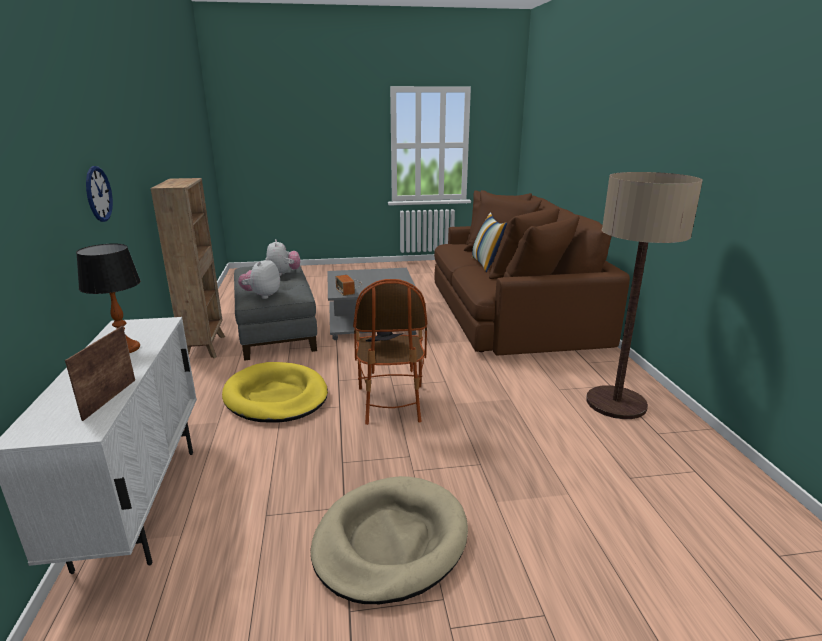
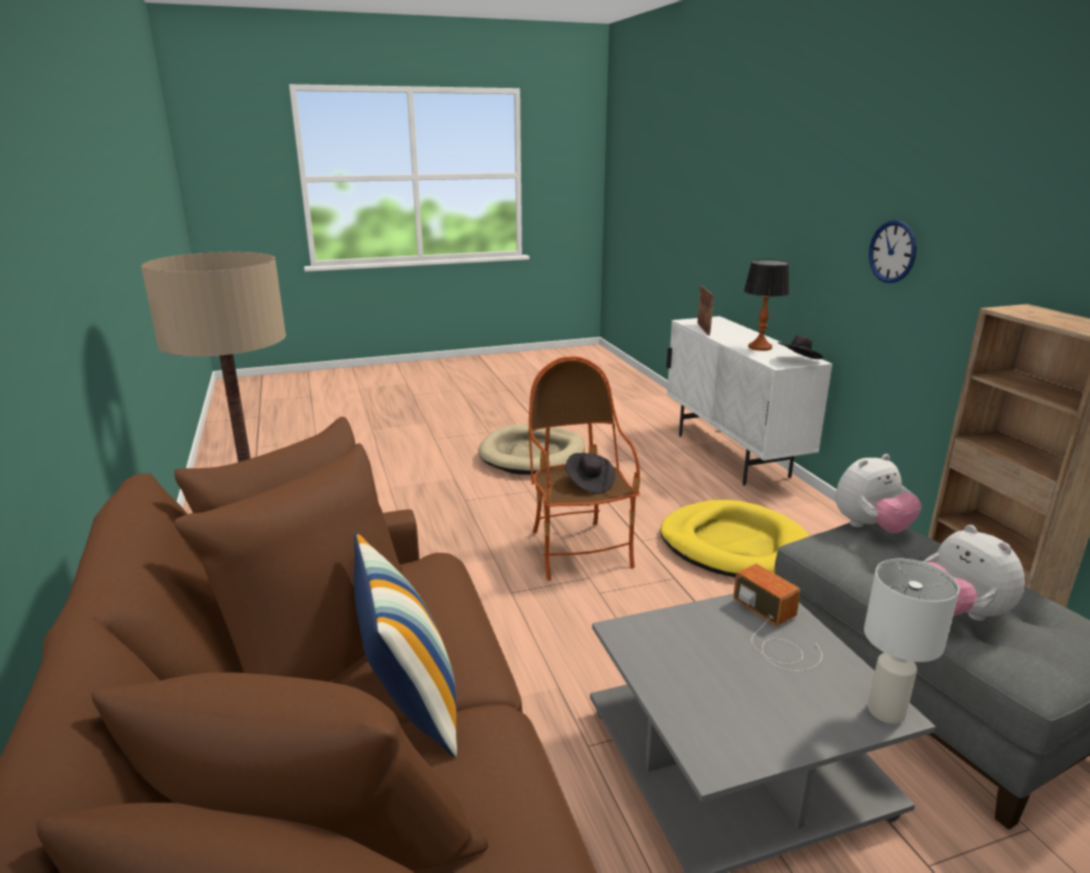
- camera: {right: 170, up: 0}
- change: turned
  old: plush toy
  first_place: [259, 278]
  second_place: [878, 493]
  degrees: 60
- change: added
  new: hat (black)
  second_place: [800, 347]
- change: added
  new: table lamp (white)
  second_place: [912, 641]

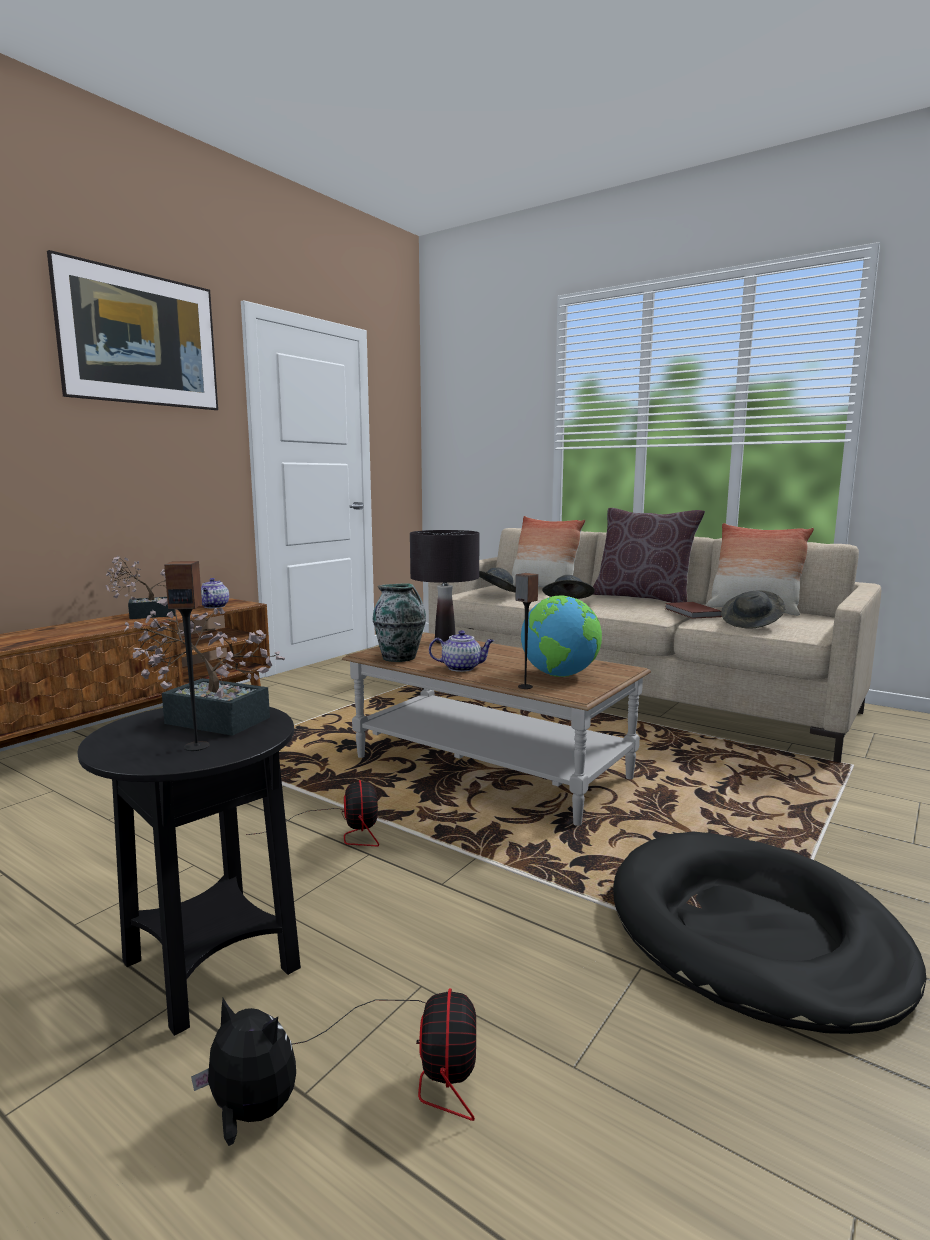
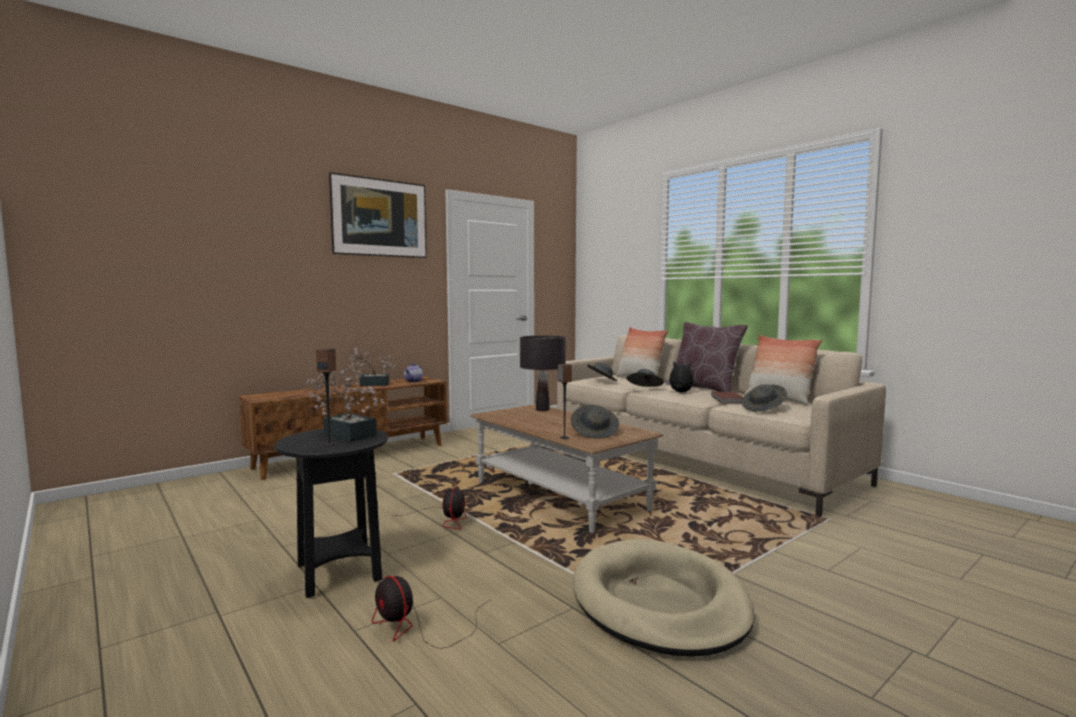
- camera: {right: 15, up: -5}
- change: moved
  old: plush toy
  first_place: [243, 1072]
  second_place: [679, 377]
- change: turned
  old: fan
  first_place: [384, 1054]
  second_place: [431, 612]
  degrees: 120
- change: removed
  old: vase
  first_place: [399, 622]
- change: removed
  old: teapot
  first_place: [461, 651]
- change: replaced
  old: globe
  new: hat (grey)
  first_place: [561, 636]
  second_place: [595, 421]
- change: recoloured
  old: dog bed (black)
  new: dog bed (beige)
  first_place: [769, 933]
  second_place: [664, 598]

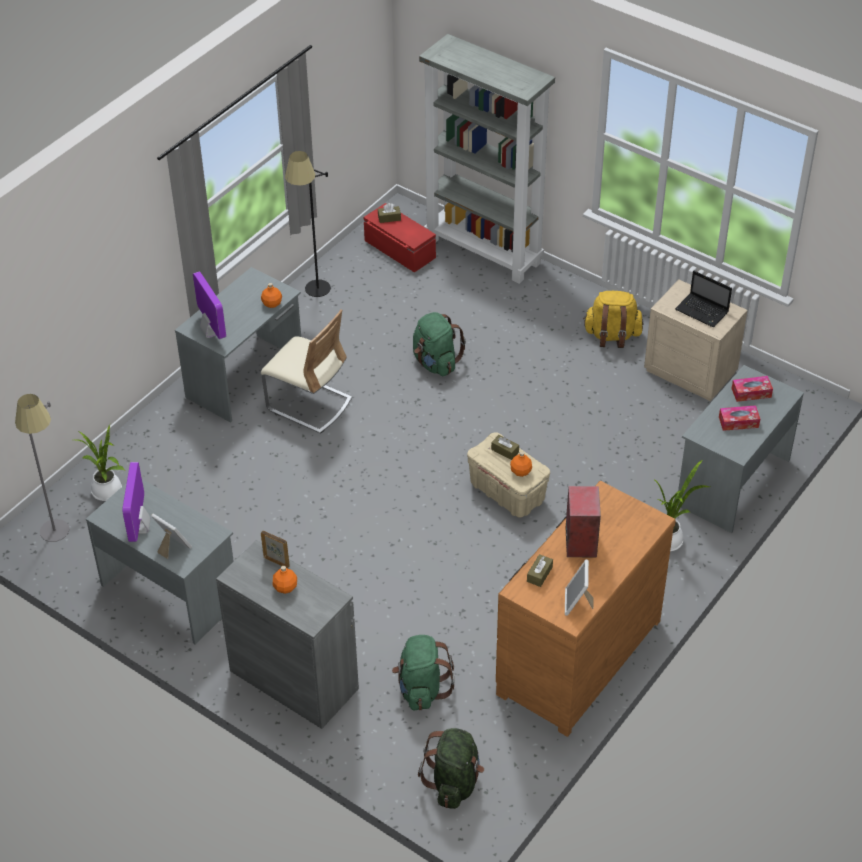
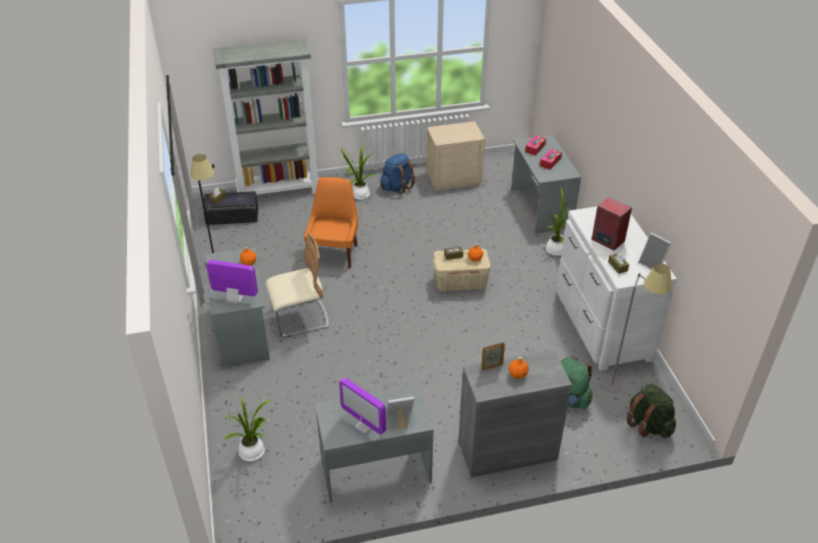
- camera: {right: -50, up: -5}
- change: moved
  old: floor lamp (grey)
  first_place: [42, 468]
  second_place: [636, 328]
- change: recoloured
  old: storage box (red)
  new: storage box (black)
  first_place: [400, 238]
  second_place: [230, 208]
- change: replaced
  old: backpack (green)
  new: chair (orange)
  first_place: [439, 344]
  second_place: [331, 222]
- change: recoloured
  old: dresser (brown)
  new: dresser (white)
  first_place: [586, 609]
  second_place: [616, 289]
- change: recoloured
  old: backpack (yellow)
  new: backpack (blue)
  first_place: [613, 319]
  second_place: [397, 173]
- change: removed
  old: laptop
  first_place: [703, 299]
- change: added
  new: potted plant
  second_place: [358, 172]

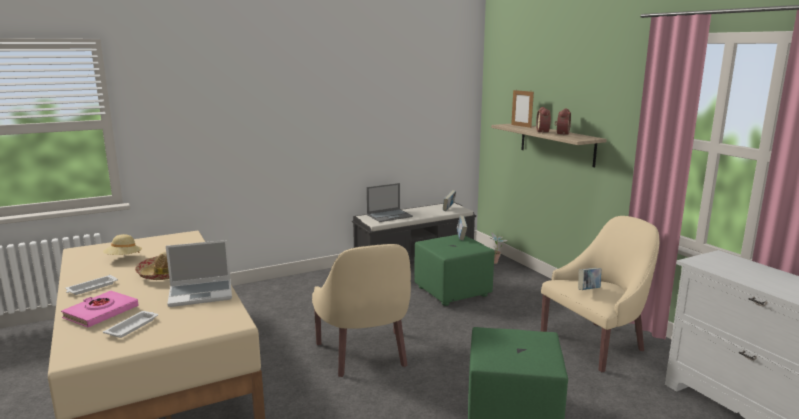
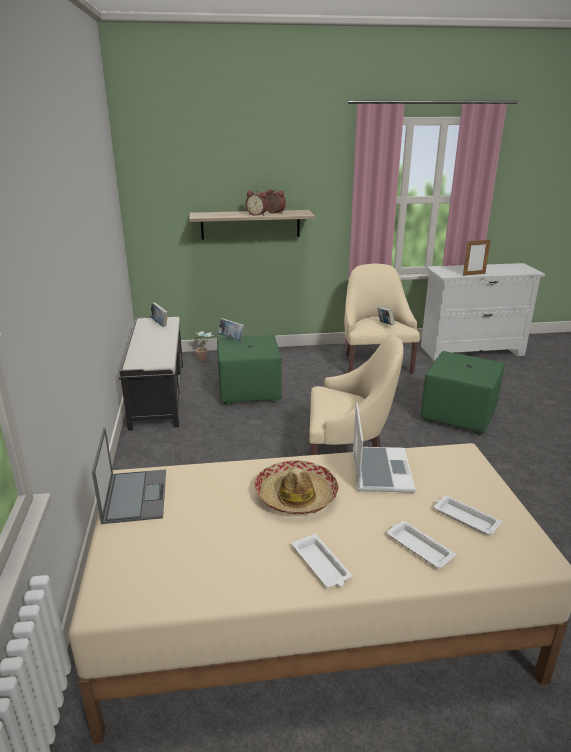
- camera: {right: -70, up: 10}
- change: replaced
  old: book (pink)
  new: tray (white)
  first_place: [100, 309]
  second_place: [421, 545]
- change: removed
  old: hat (beige)
  first_place: [122, 244]
- change: moved
  old: laptop
  first_place: [390, 202]
  second_place: [129, 476]
- change: moved
  old: picture frame
  first_place: [522, 109]
  second_place: [477, 257]

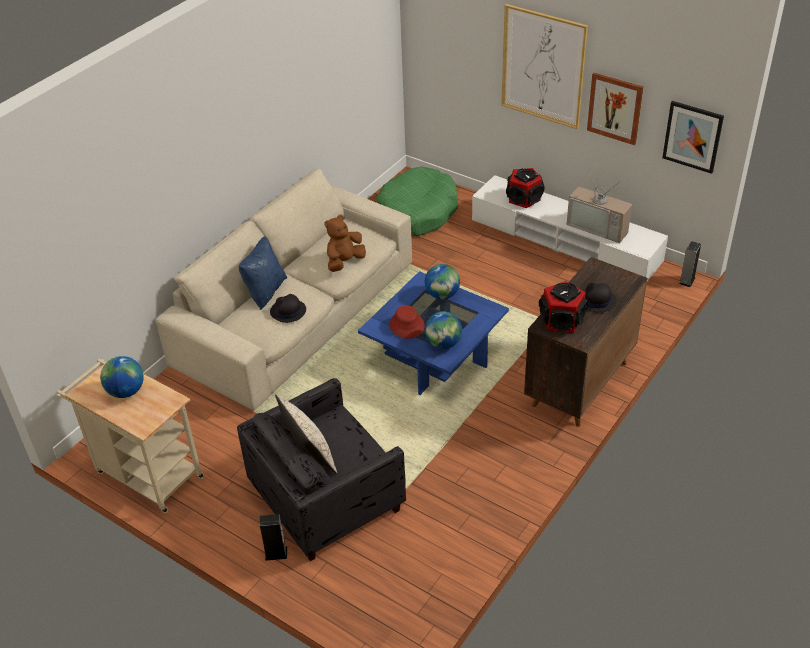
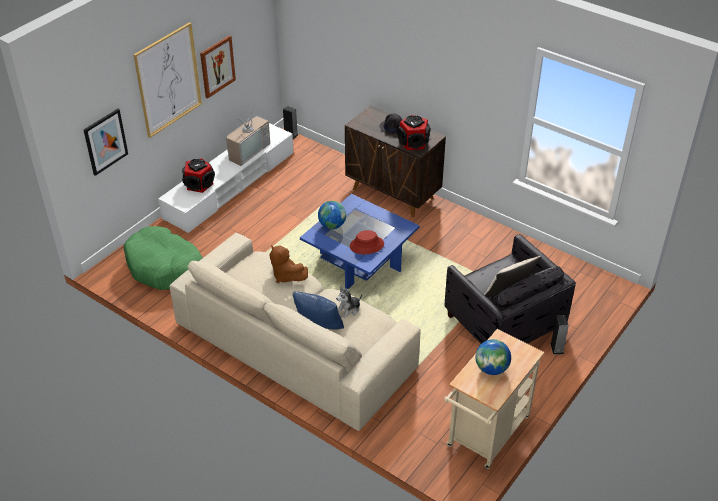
- camera: {right: -90, up: 0}
- change: replaced
  old: hat (black)
  new: plush toy
  first_place: [288, 308]
  second_place: [349, 302]
- change: removed
  old: globe
  first_place: [443, 330]
- change: moved
  old: picture
  first_place: [693, 137]
  second_place: [106, 142]

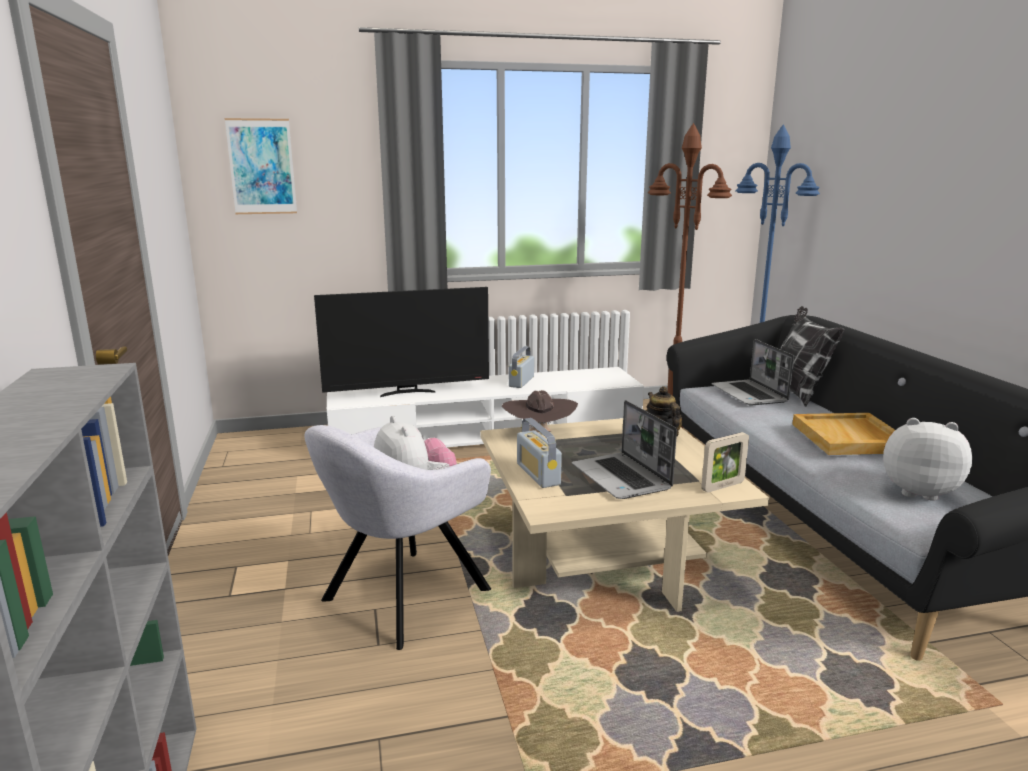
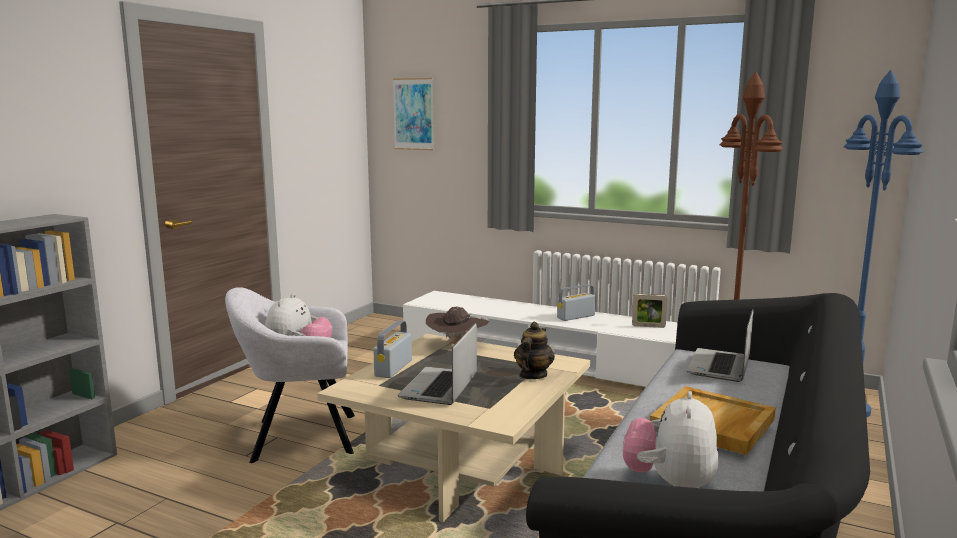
- camera: {right: 40, up: -5}
- change: removed
  old: television
  first_place: [401, 342]
- change: moved
  old: picture frame
  first_place: [725, 462]
  second_place: [649, 311]
- change: removed
  old: pillow
  first_place: [812, 356]
- change: turned
  old: plush toy
  first_place: [927, 459]
  second_place: [670, 439]
  degrees: -135

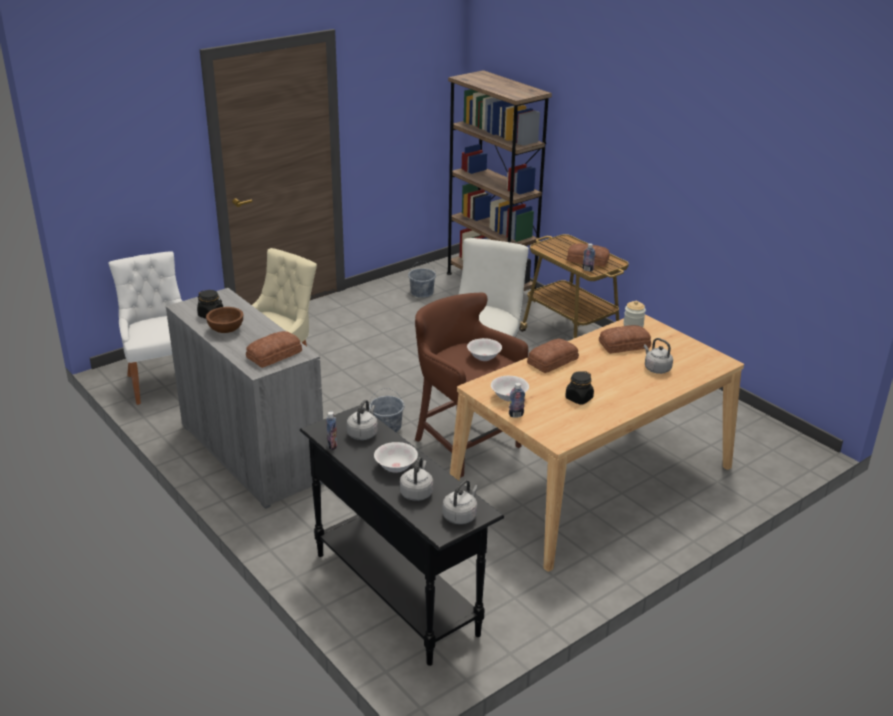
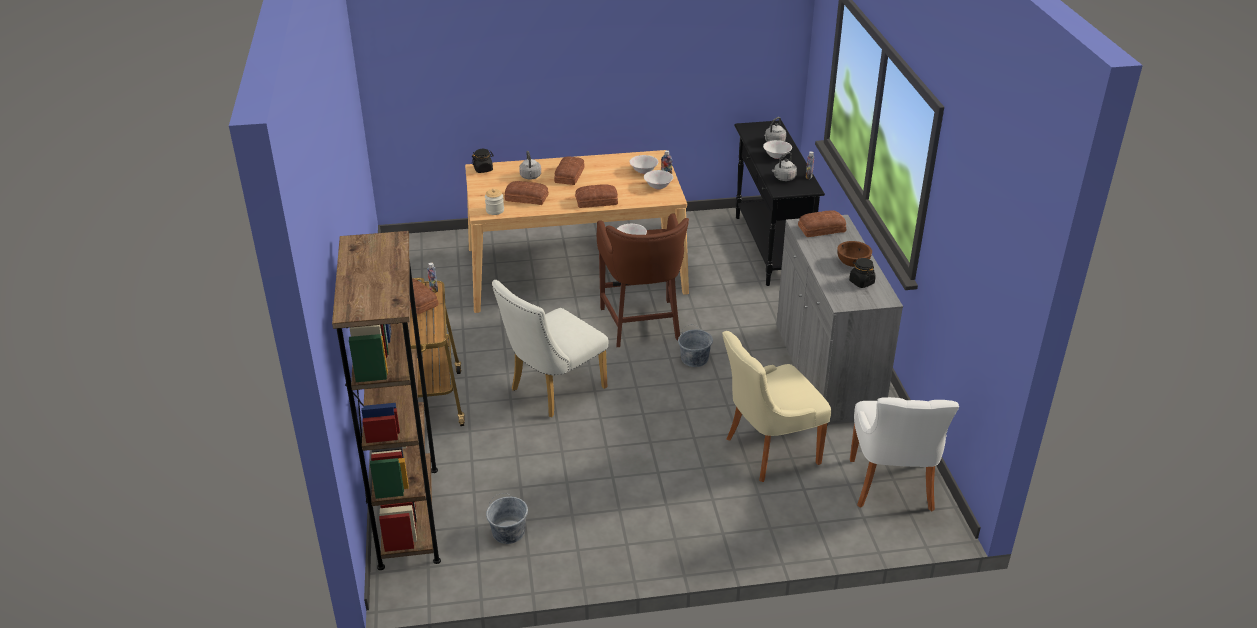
- camera: {right: -150, up: 5}
- change: removed
  old: kettle (grey)
  first_place: [460, 502]
- change: moved
  old: jar (black)
  first_place: [579, 388]
  second_place: [483, 161]
- change: added
  new: bread
  second_place: [569, 170]
- change: added
  new: bowl (white)
  second_place: [643, 164]

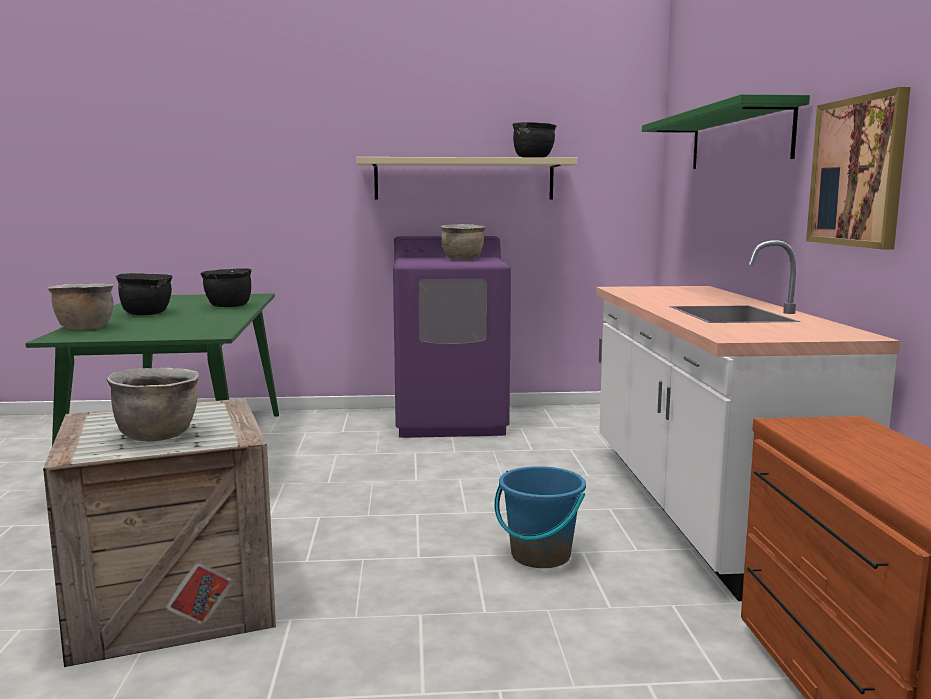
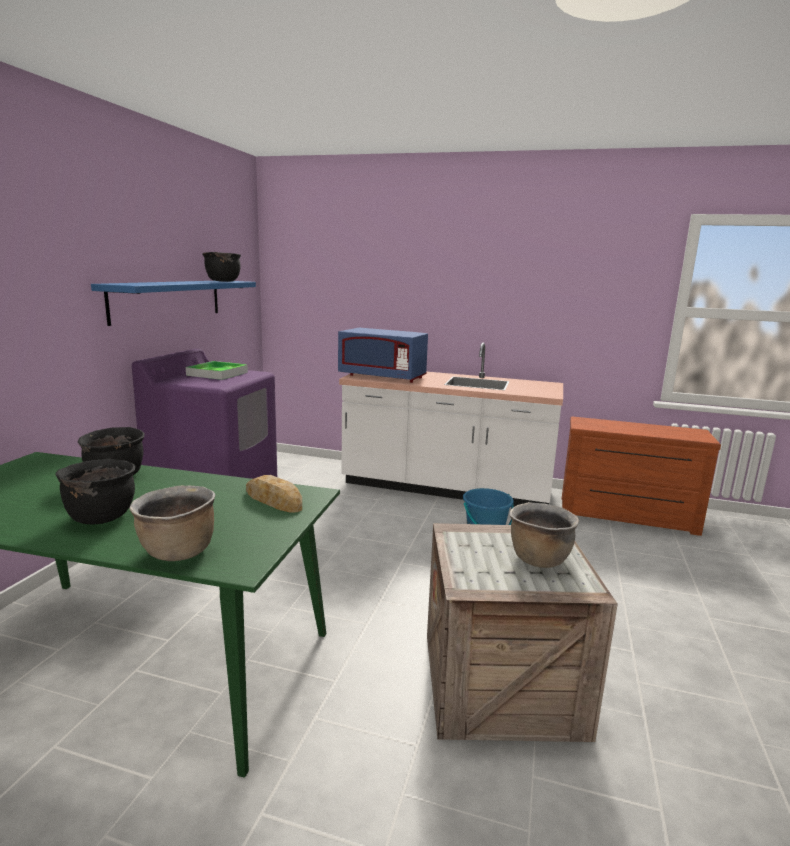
- camera: {right: -70, up: 5}
- change: recoloured
  old: shelf (beige)
  new: shelf (blue)
  first_place: [467, 178]
  second_place: [173, 303]
- change: replaced
  old: cooking pot (brown)
  new: tray
  first_place: [463, 242]
  second_place: [217, 370]
- change: removed
  old: shelf (green)
  first_place: [726, 131]
- change: removed
  old: picture
  first_place: [858, 168]
- change: added
  new: bread
  second_place: [274, 494]
- change: added
  new: microwave (blue)
  second_place: [383, 355]

